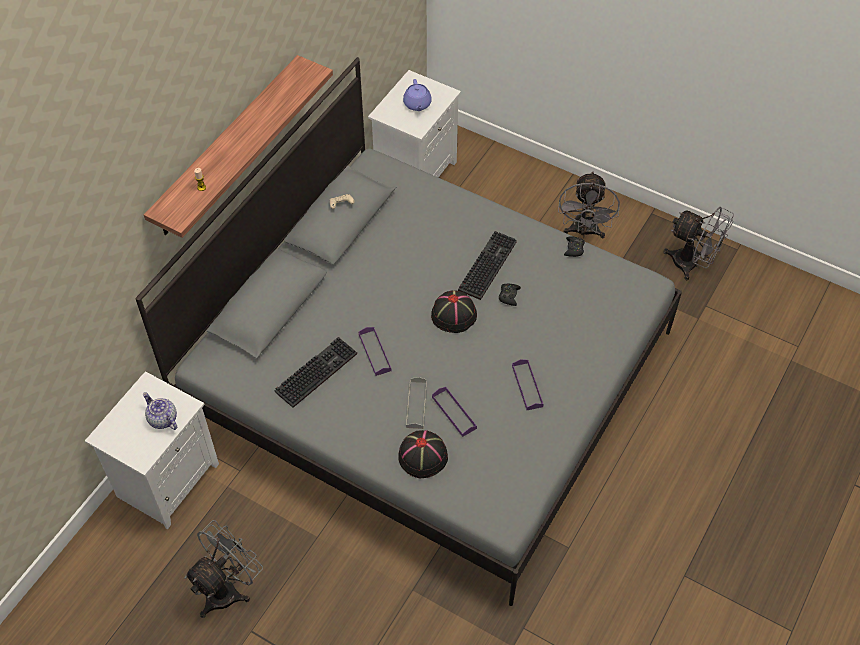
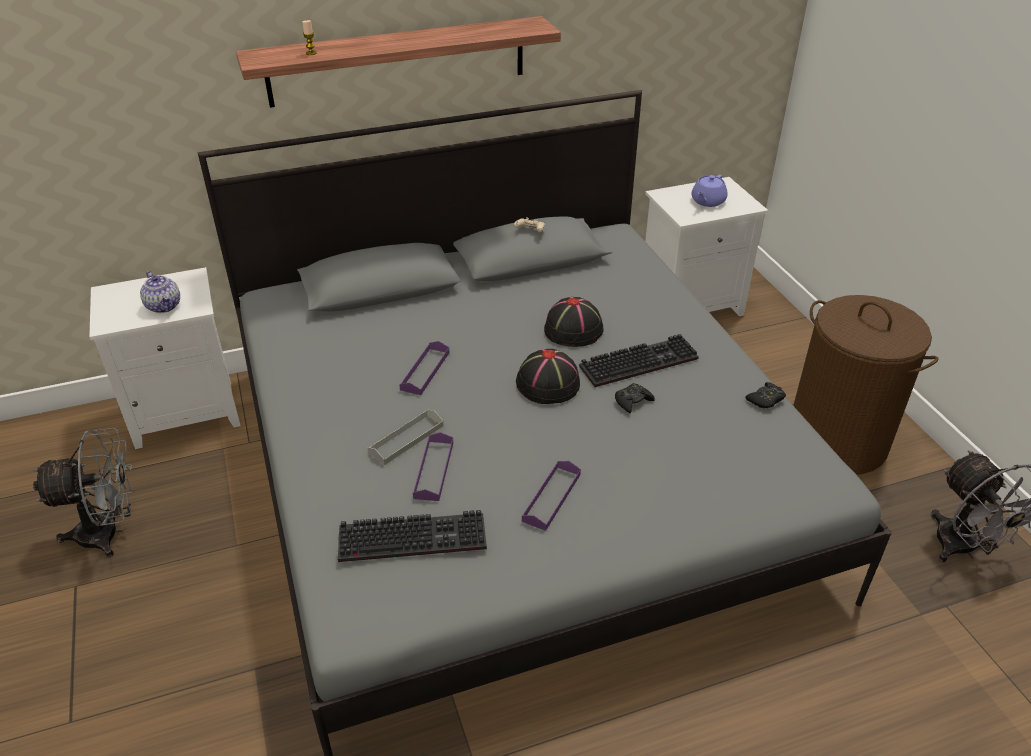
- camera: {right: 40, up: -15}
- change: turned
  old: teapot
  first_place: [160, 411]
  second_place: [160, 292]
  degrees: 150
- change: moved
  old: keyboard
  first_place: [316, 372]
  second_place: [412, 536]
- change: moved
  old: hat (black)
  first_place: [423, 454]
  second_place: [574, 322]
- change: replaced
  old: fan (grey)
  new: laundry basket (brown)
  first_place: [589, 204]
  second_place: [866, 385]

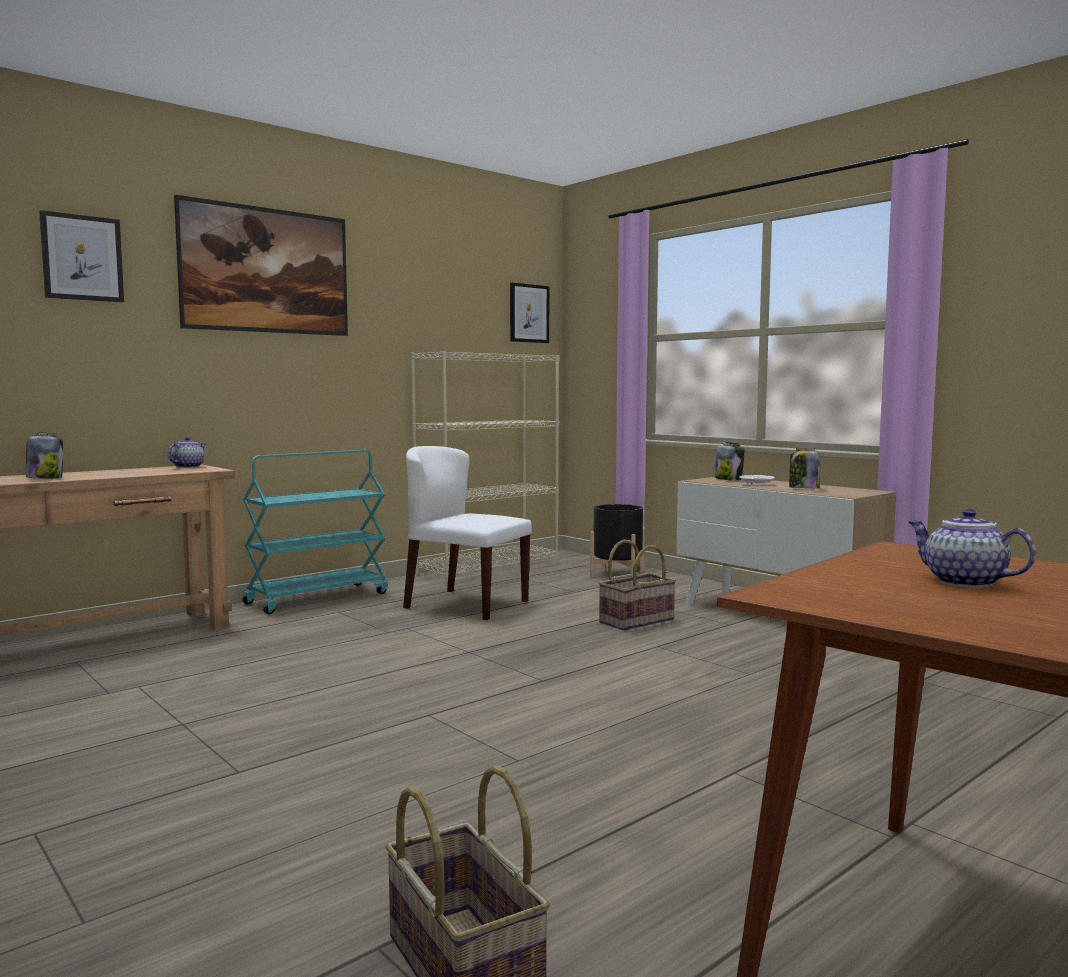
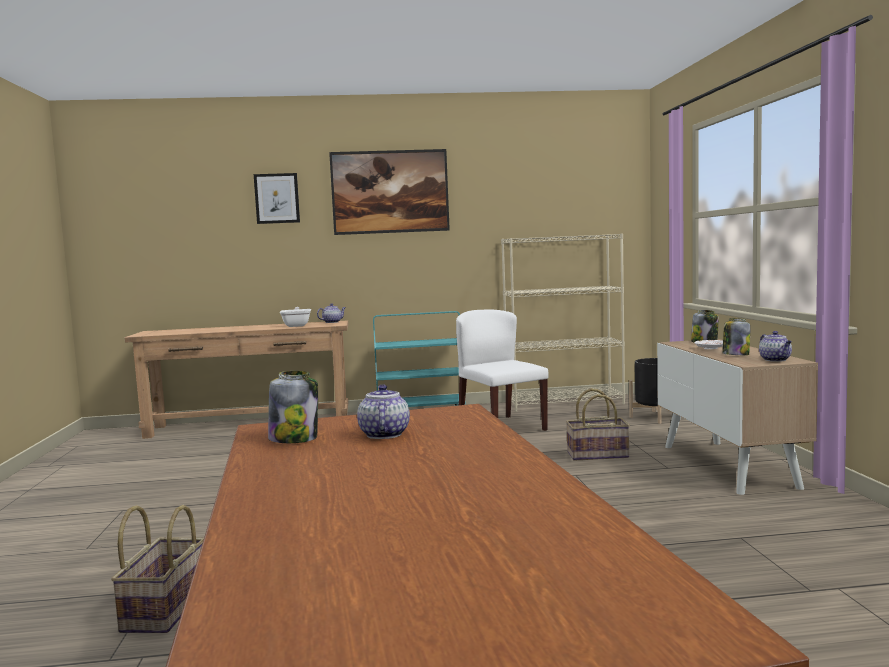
- camera: {right: 35, up: 0}
- change: moved
  old: jar
  first_place: [44, 455]
  second_place: [293, 407]
- change: removed
  old: picture
  first_place: [529, 313]
- change: added
  new: frying pan
  second_place: [295, 317]
- change: added
  new: teapot
  second_place: [775, 346]

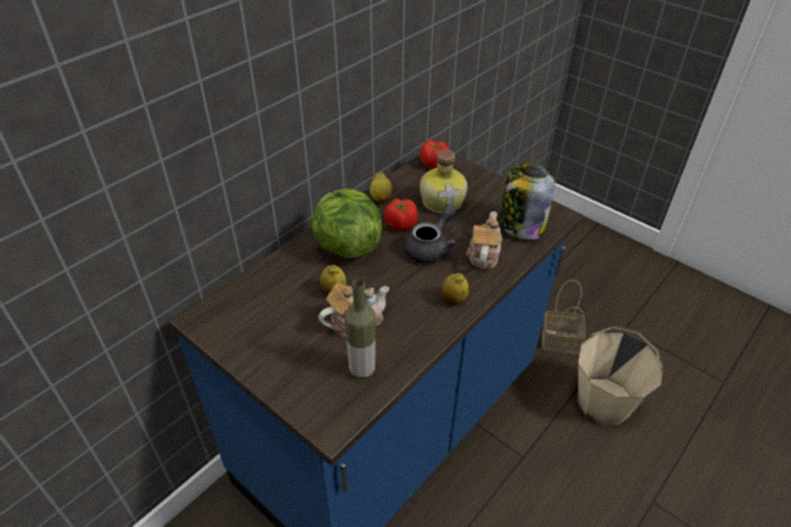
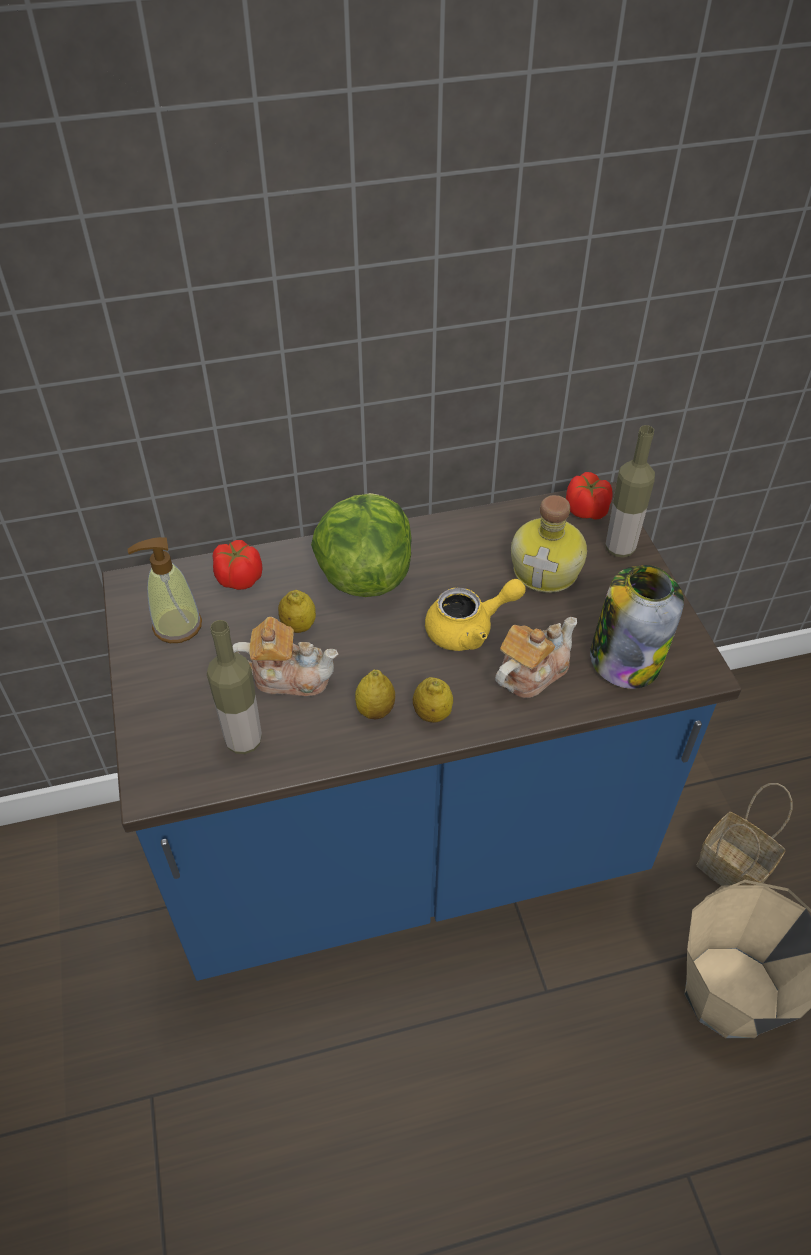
- camera: {right: 35, up: 5}
- change: moved
  old: lemon
  first_place: [381, 187]
  second_place: [375, 694]
- change: moved
  old: tomato
  first_place: [401, 214]
  second_place: [237, 565]
- change: recoloured
  old: teapot (grey)
  new: teapot (yellow)
  first_place: [430, 234]
  second_place: [475, 615]
- change: added
  new: soap dispenser
  second_place: [165, 590]
- change: added
  new: bottle
  second_place: [630, 491]

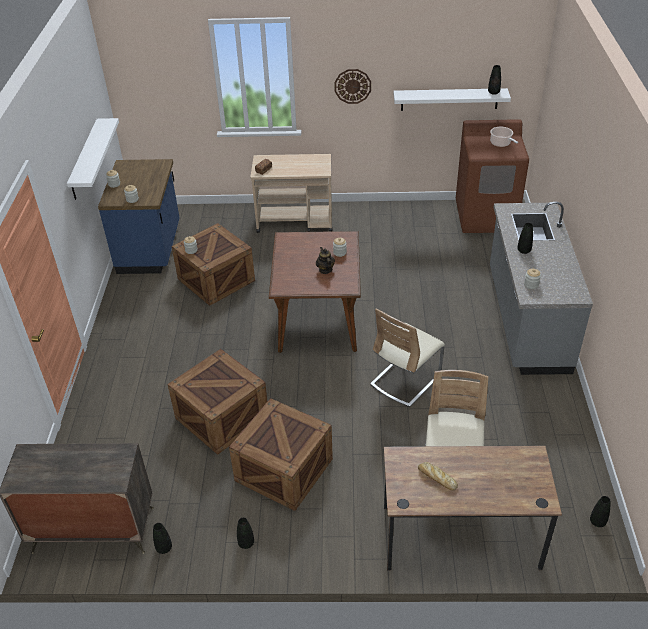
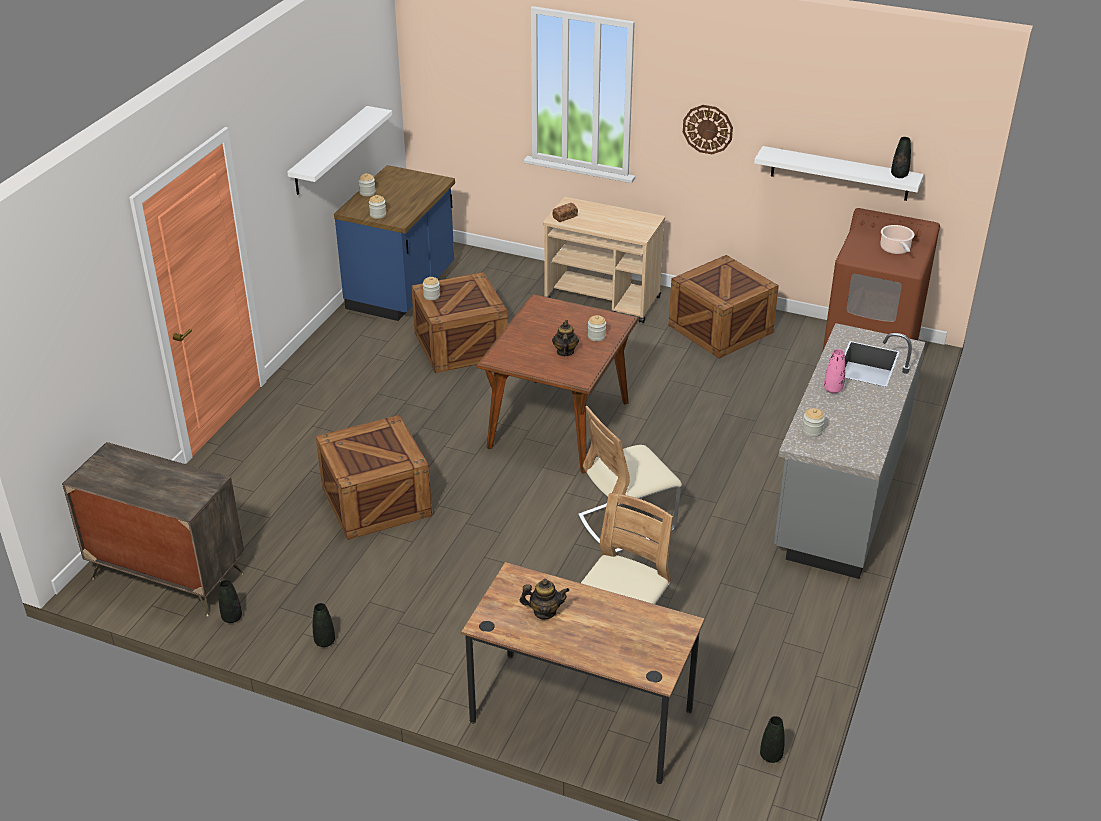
- camera: {right: 20, up: -5}
- change: moved
  old: crate
  first_place: [281, 454]
  second_place: [724, 307]
- change: replaced
  old: bread
  new: teapot
  first_place: [438, 476]
  second_place: [544, 599]
- change: recoloured
  old: vase (black)
  new: vase (pink)
  first_place: [525, 238]
  second_place: [834, 371]

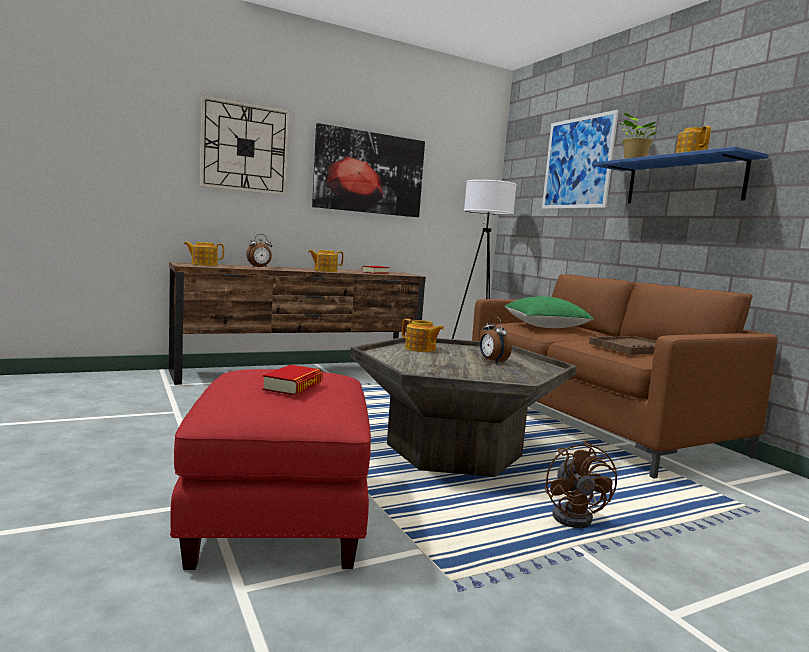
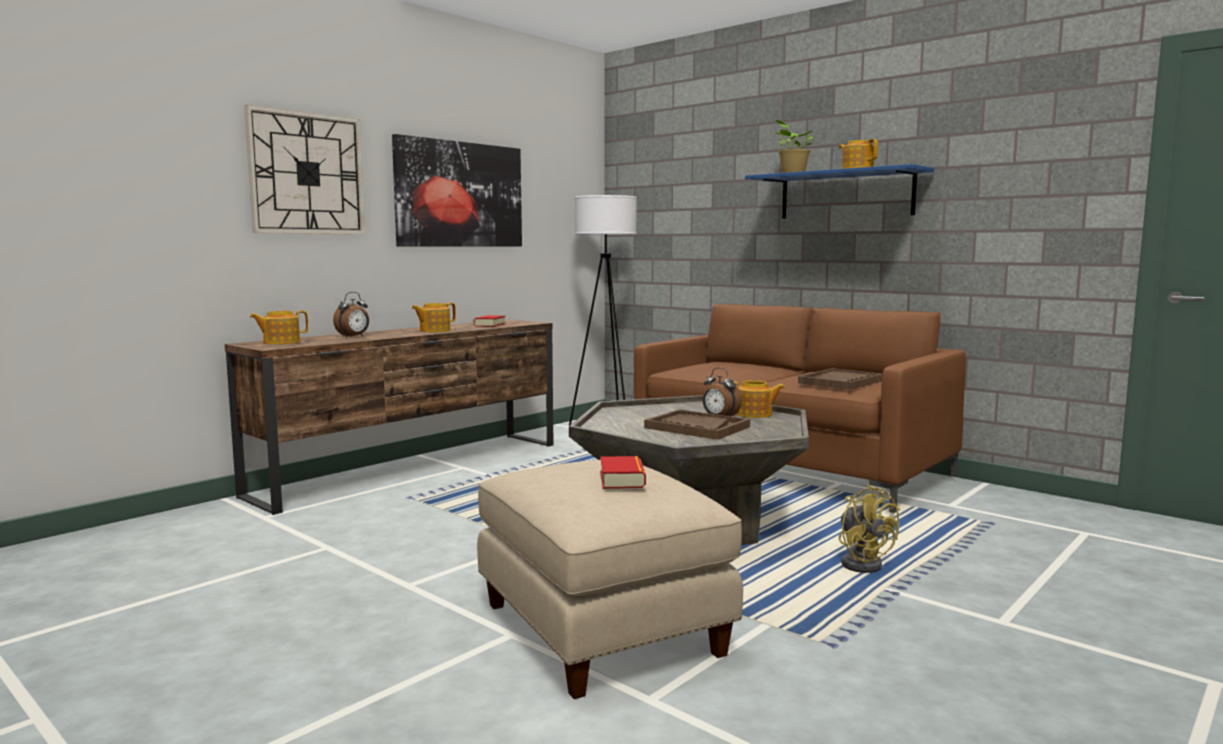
- camera: {right: -20, up: 0}
- change: recoloured
  old: ottoman (red)
  new: ottoman (beige)
  first_place: [270, 469]
  second_place: [610, 579]
- change: moved
  old: teapot
  first_place: [423, 335]
  second_place: [759, 399]
- change: removed
  old: pillow (green)
  first_place: [549, 312]
- change: removed
  old: picture
  first_place: [580, 159]
- change: recoloured
  old: fan (brown)
  new: fan (yellow)
  first_place: [581, 484]
  second_place: [869, 528]
- change: added
  new: tray (brown)
  second_place: [697, 424]

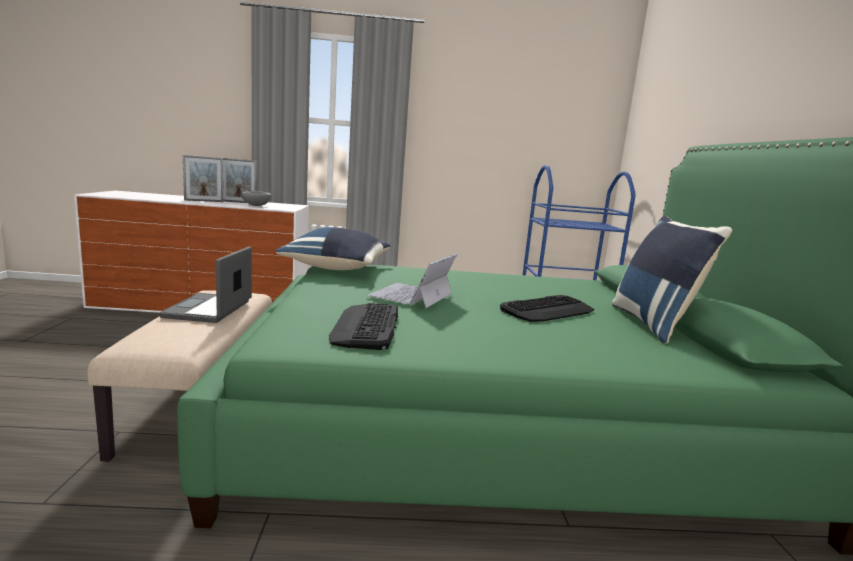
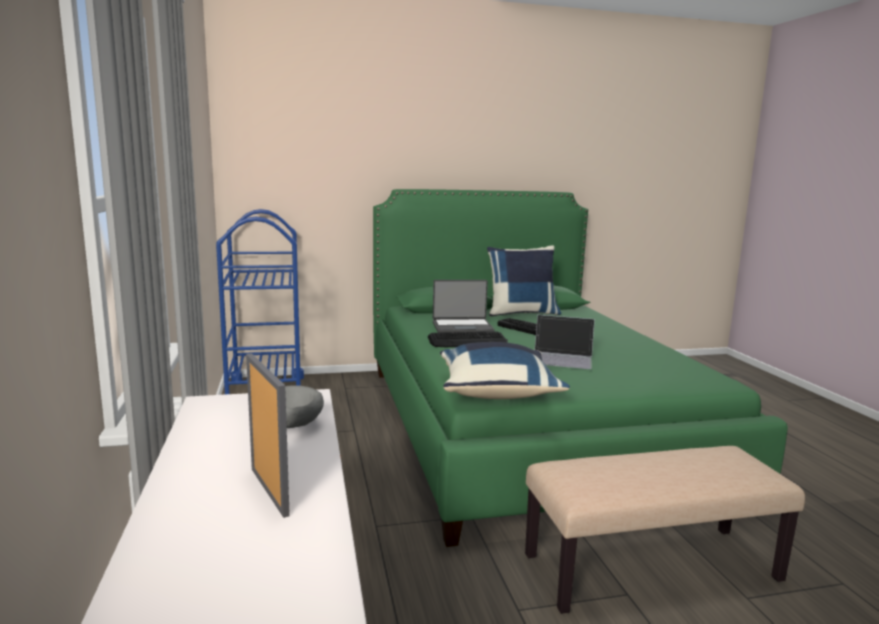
- camera: {right: -100, up: 0}
- change: moved
  old: laptop
  first_place: [205, 285]
  second_place: [464, 306]
- change: removed
  old: picture frame
  first_place: [240, 180]
- change: moved
  old: keyboard
  first_place: [363, 326]
  second_place: [468, 339]

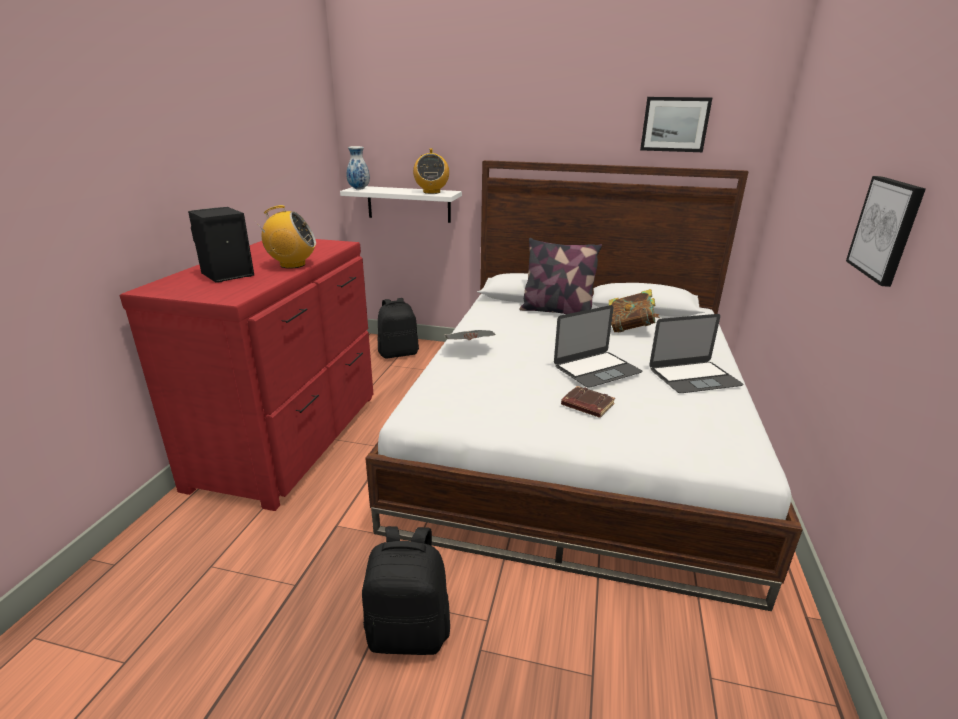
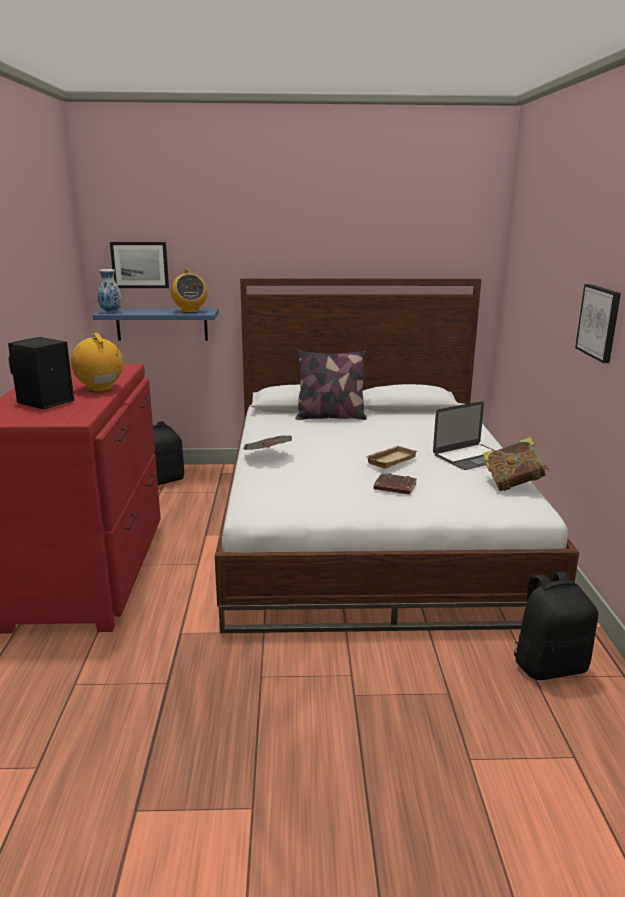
- camera: {right: -15, up: -5}
- change: turned
  old: radio
  first_place: [285, 237]
  second_place: [97, 362]
  degrees: -105
- change: recoloured
  old: shelf (white)
  new: shelf (blue)
  first_place: [401, 204]
  second_place: [156, 325]
- change: moved
  old: backpack (black)
  first_place: [406, 590]
  second_place: [556, 625]
- change: replaced
  old: laptop
  new: tray (beige)
  first_place: [598, 346]
  second_place: [391, 457]
- change: moved
  old: book
  first_place: [634, 311]
  second_place: [516, 464]
- change: moved
  old: picture
  first_place: [676, 124]
  second_place: [139, 265]

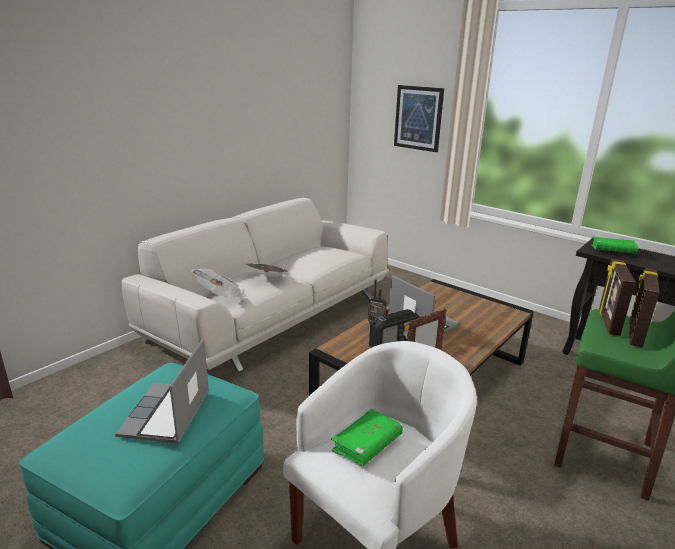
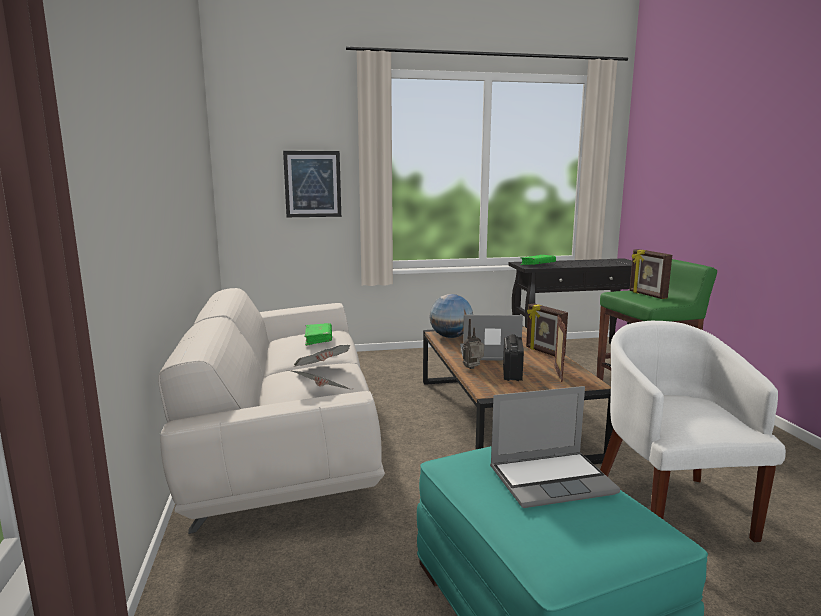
- camera: {right: -50, up: -10}
- change: turned
  old: laptop
  first_place: [162, 391]
  second_place: [555, 447]
  degrees: -60
- change: moved
  old: book (green)
  first_place: [367, 437]
  second_place: [318, 334]
- change: moved
  old: picture frame
  first_place: [617, 297]
  second_place: [547, 330]
- change: added
  new: globe
  second_place: [451, 316]

